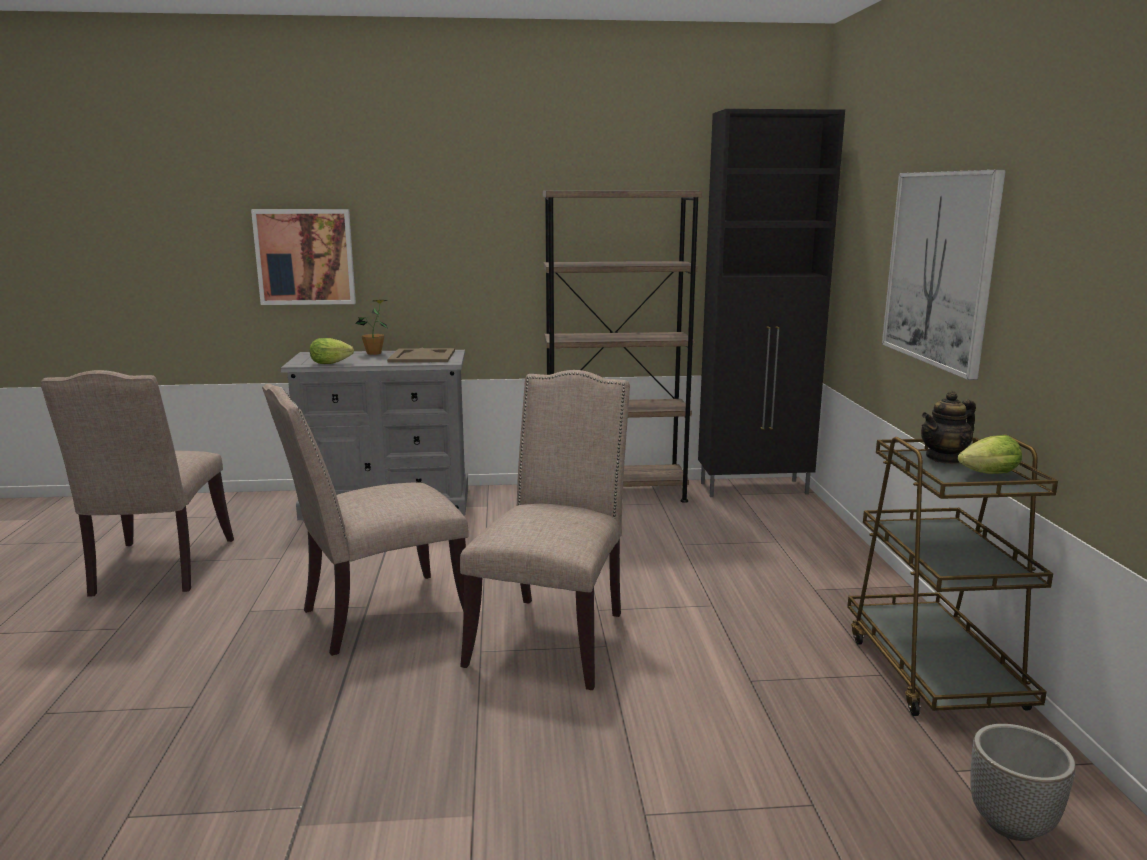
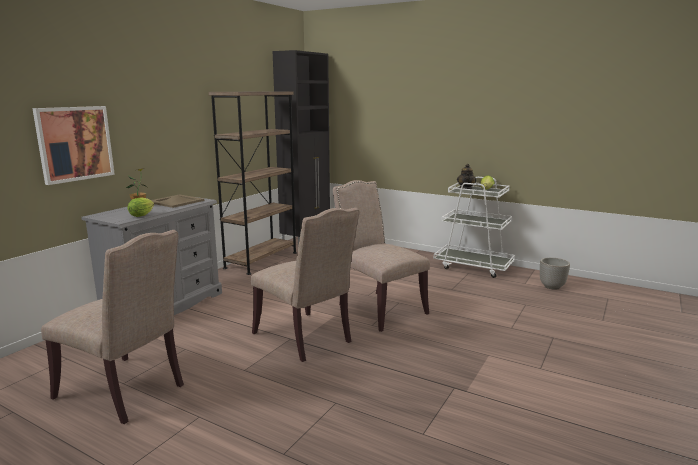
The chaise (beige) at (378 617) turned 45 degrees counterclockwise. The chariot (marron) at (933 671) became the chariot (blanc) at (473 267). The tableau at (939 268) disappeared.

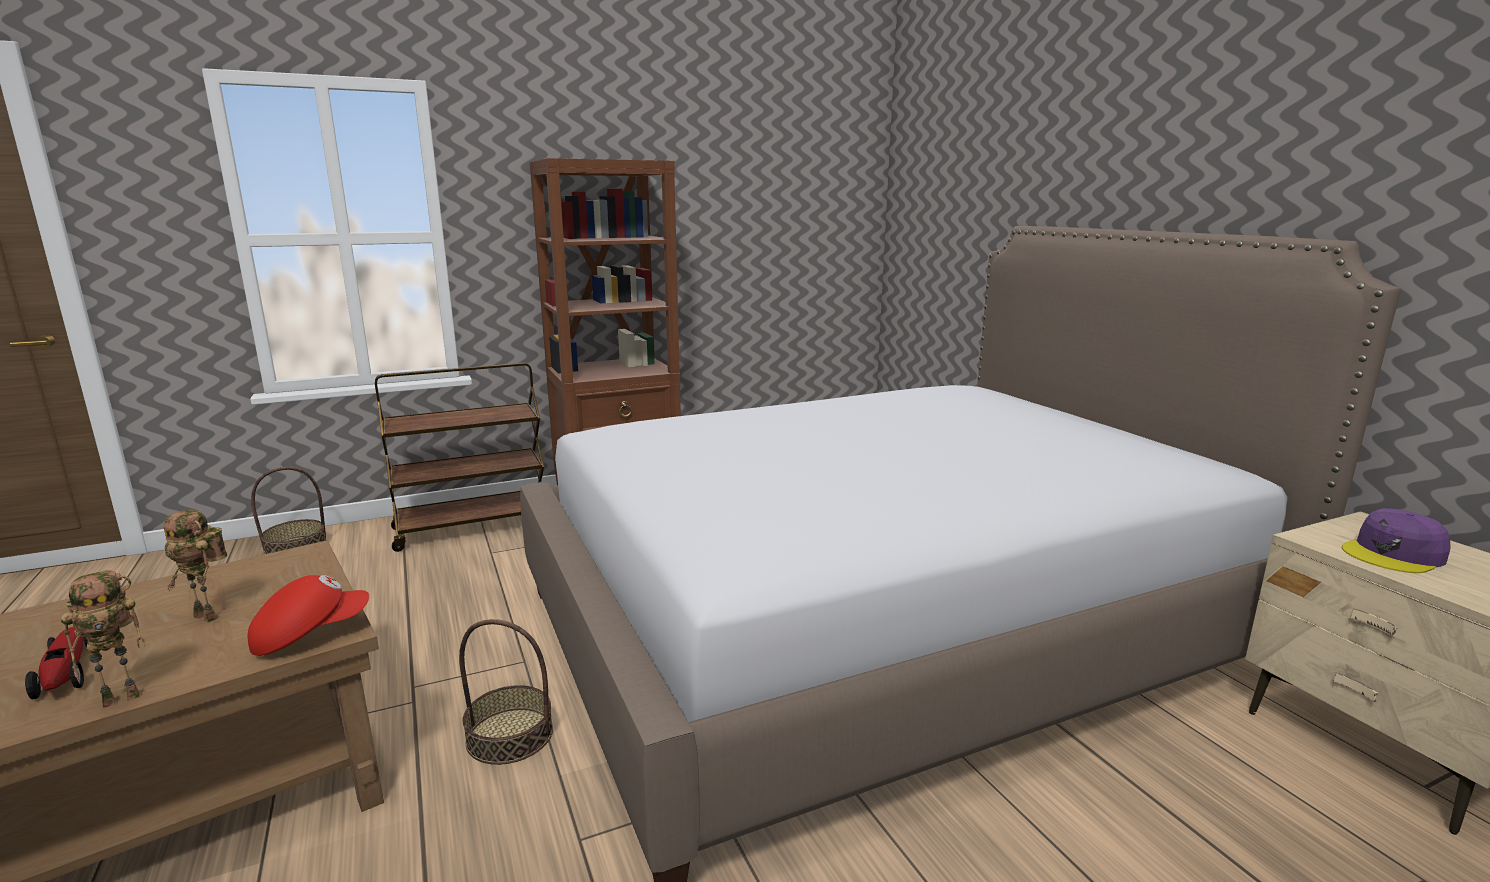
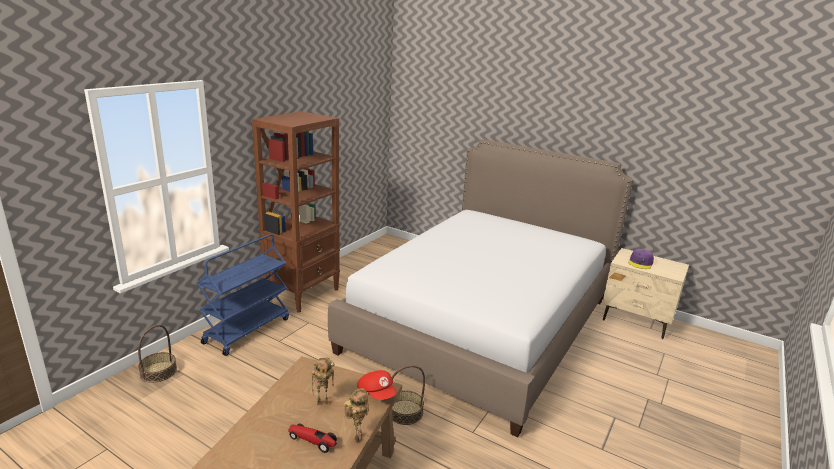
The chariot (marron) at (473 527) became the chariot (bleu) at (247 330). The casquette (rouge) at (310 634) turned 120 degrees clockwise.

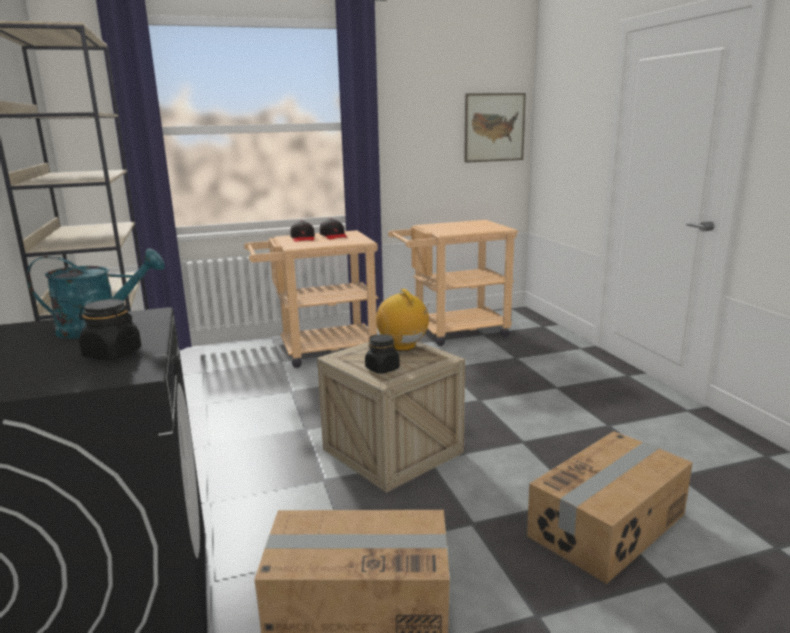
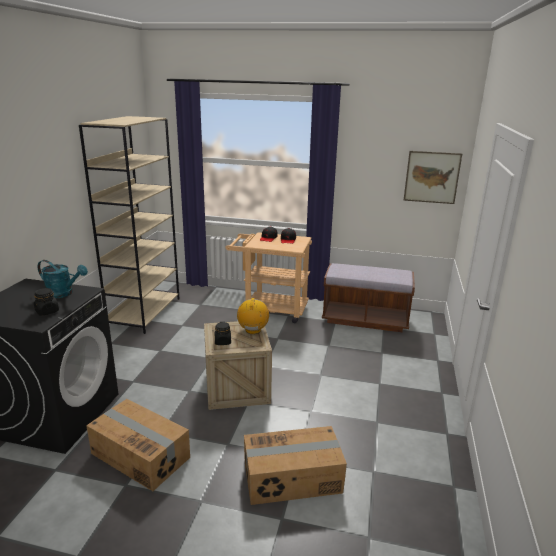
The chariot (beige) at (452 332) was replaced by the banc (marron) at (365 319).

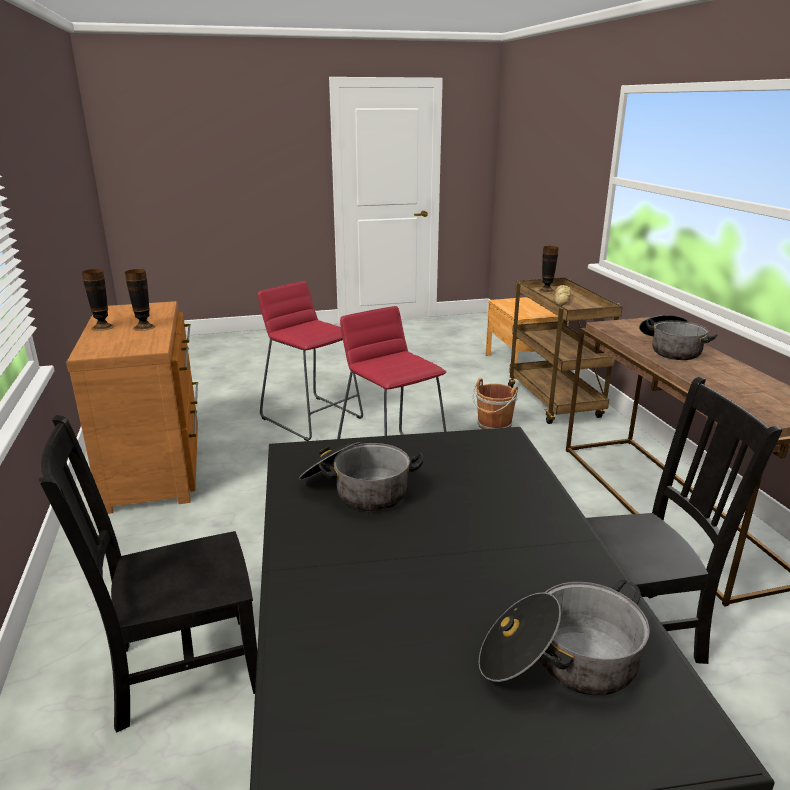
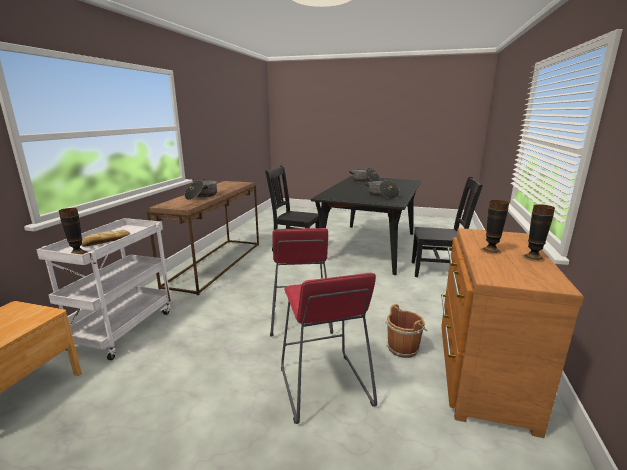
The chariot (marron) at (555 403) became the chariot (blanc) at (124 328). The seau (marron) moved from (493 425) to (404 347).

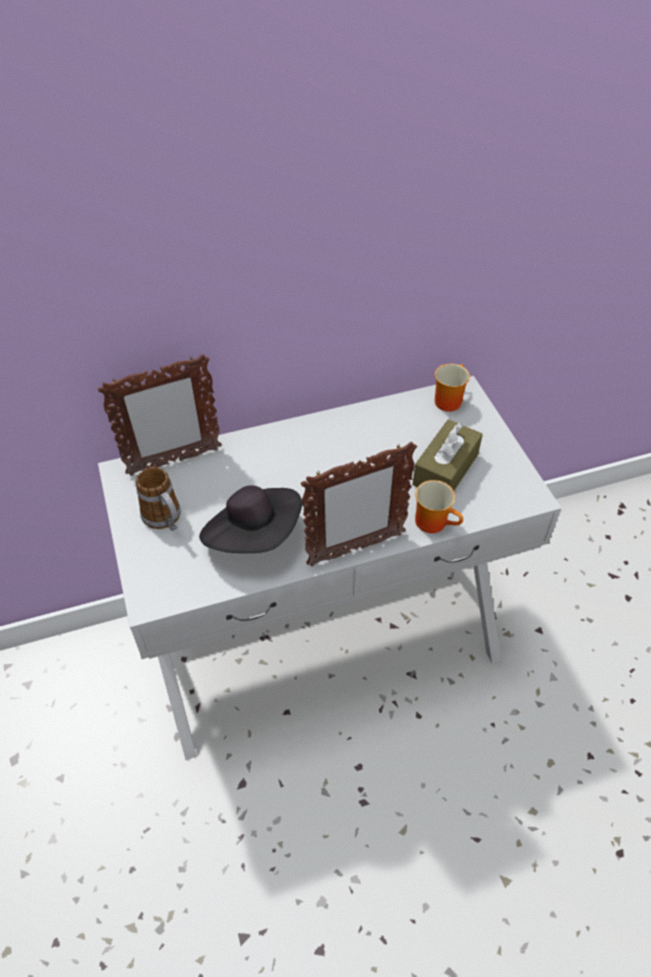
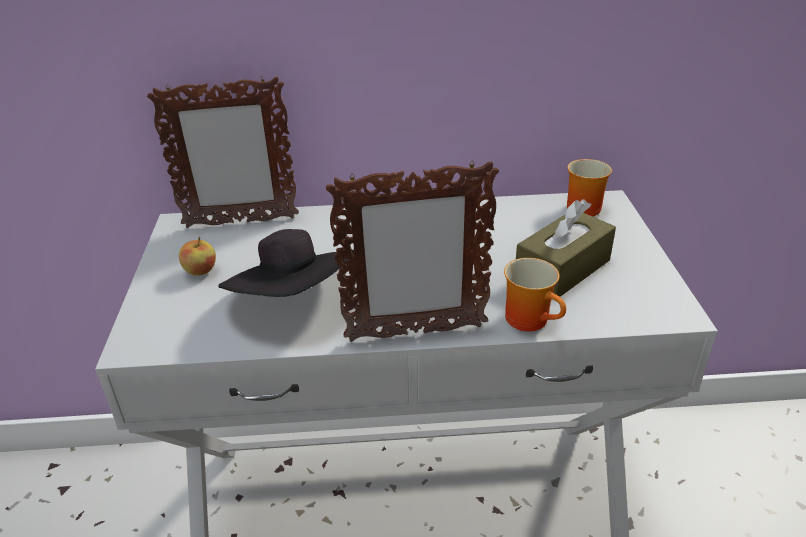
The mug at (165 520) was replaced by the pomme at (200 271).

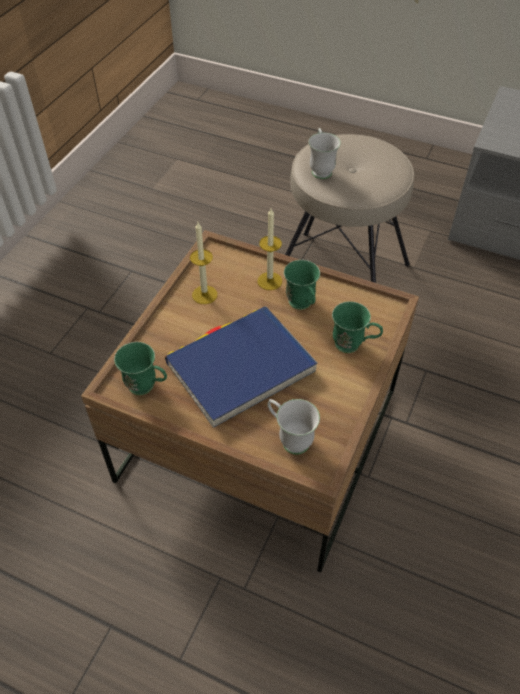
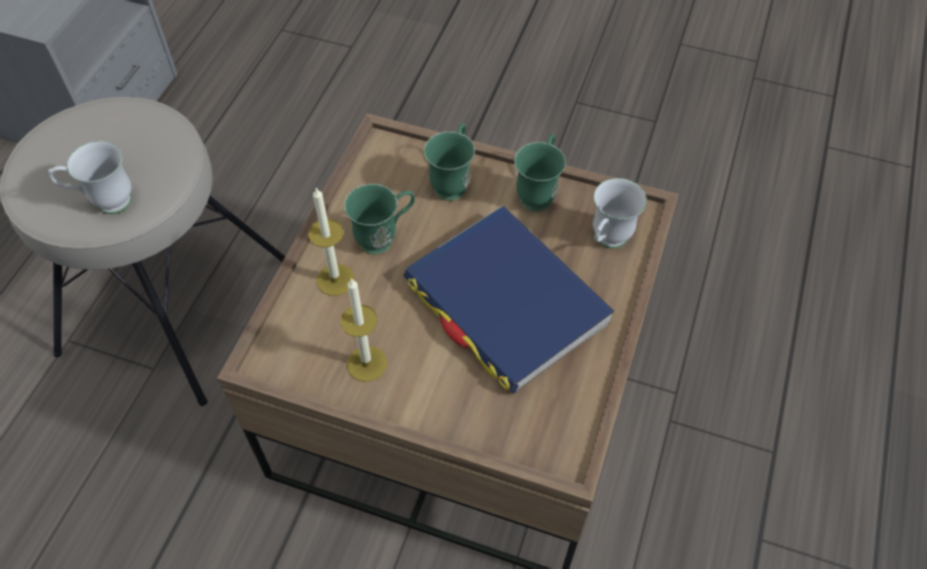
The mug (vert) moved from (147 387) to (538 192).

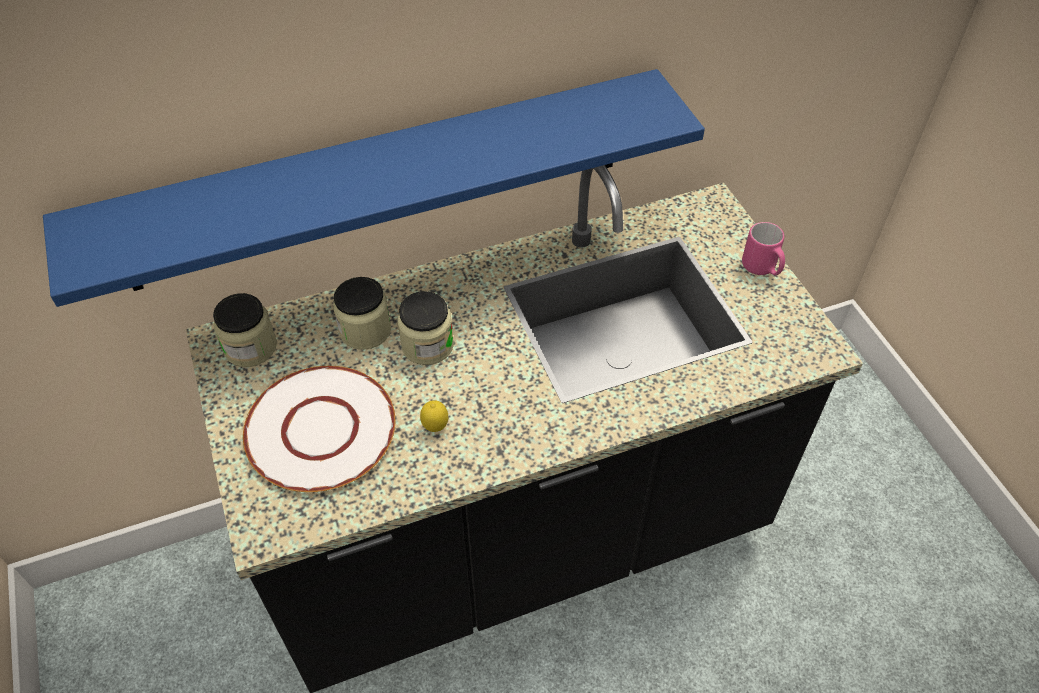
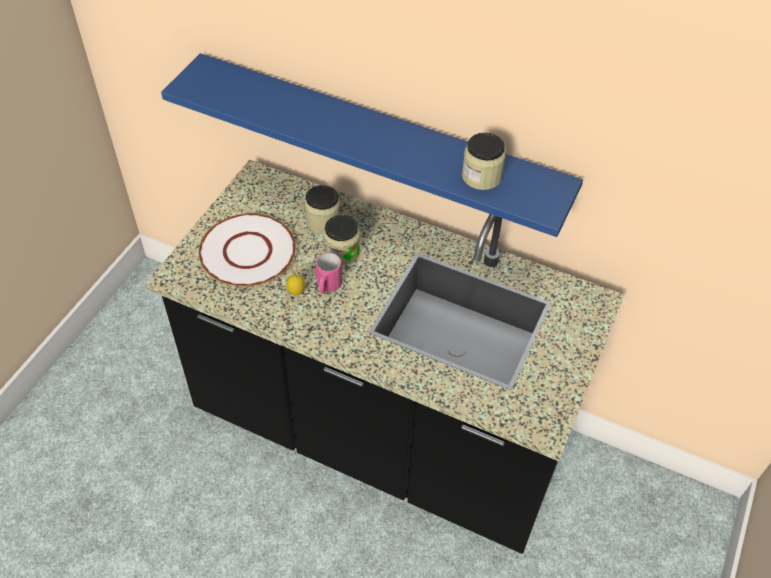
The mug (rose) moved from (762 269) to (327 287). The bocal moved from (250 347) to (481 176).

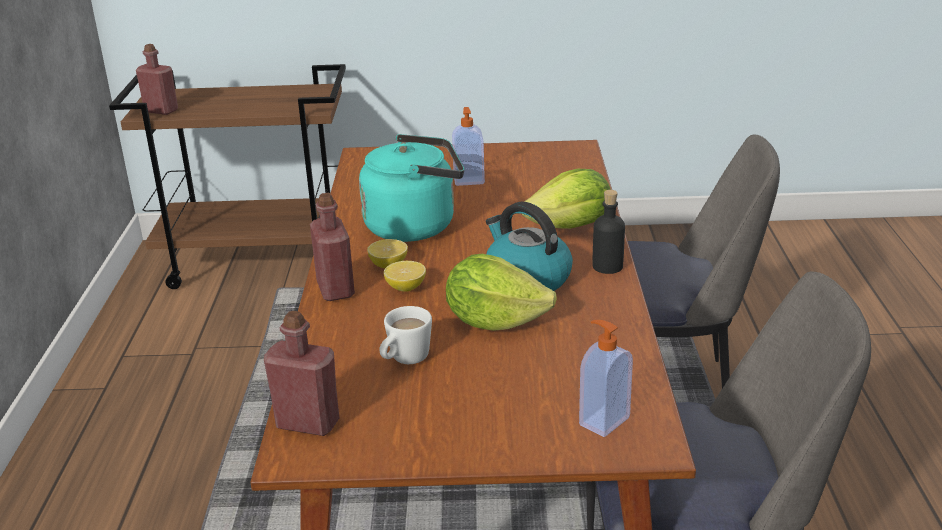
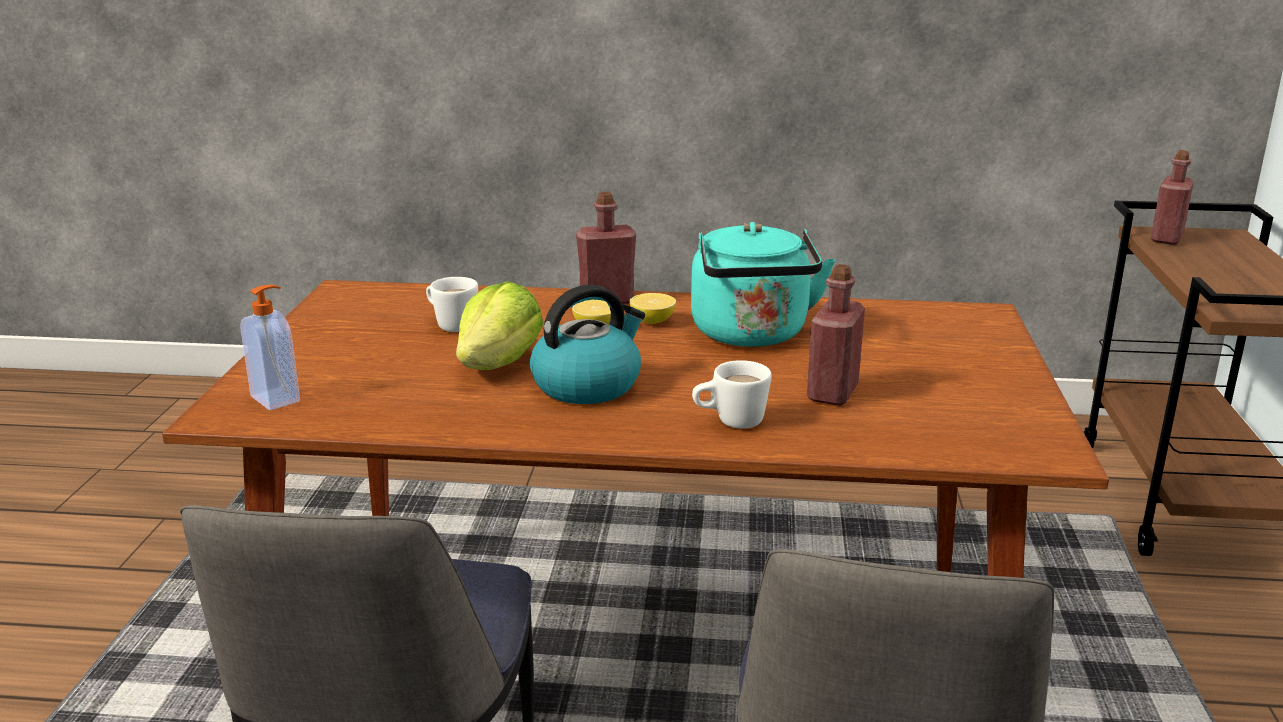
The laitue at (571 227) was replaced by the mug (blanc) at (730 422). The bouteille (rouge) moved from (308 423) to (832 393). The distributeur de savon at (469 180) disappeared. The bouteille (noir) at (607 266) disappeared.

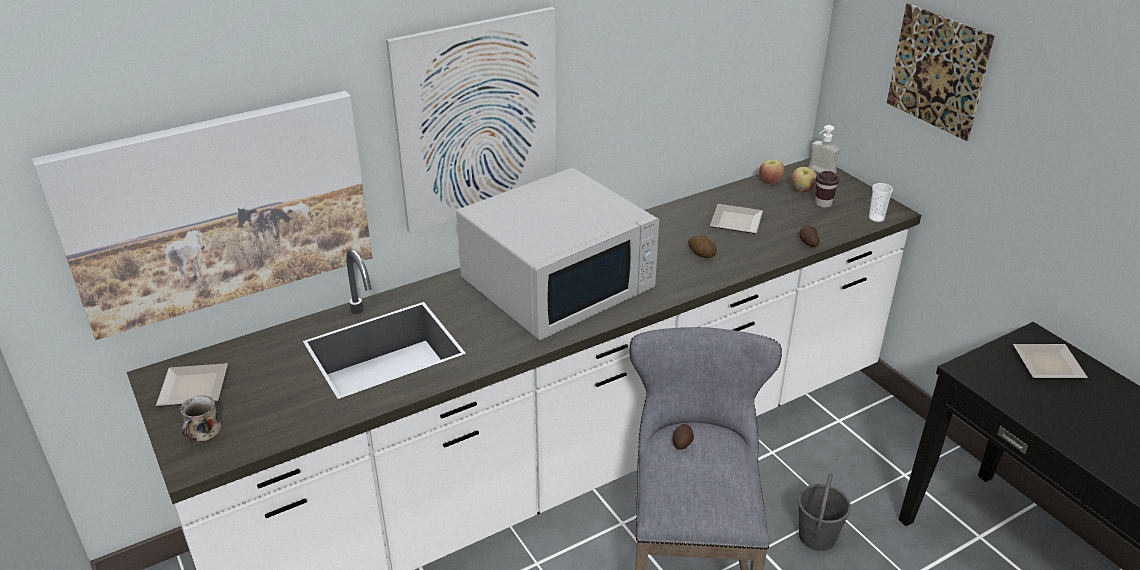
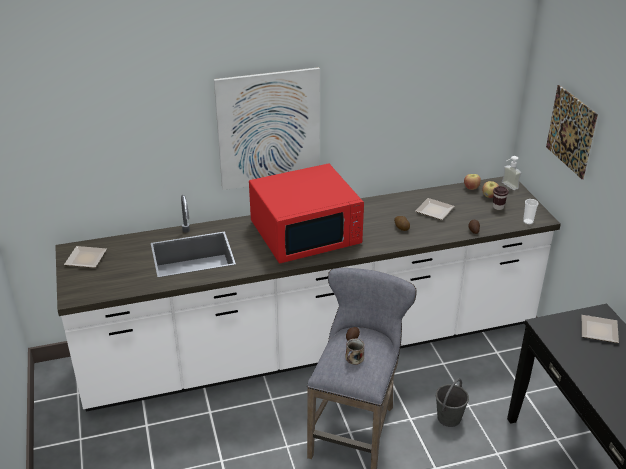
The micro-ondes (blanc) at (559 284) became the micro-ondes (rouge) at (306 233). The mug moved from (203 432) to (354 359). The tableau at (219 210) disappeared.

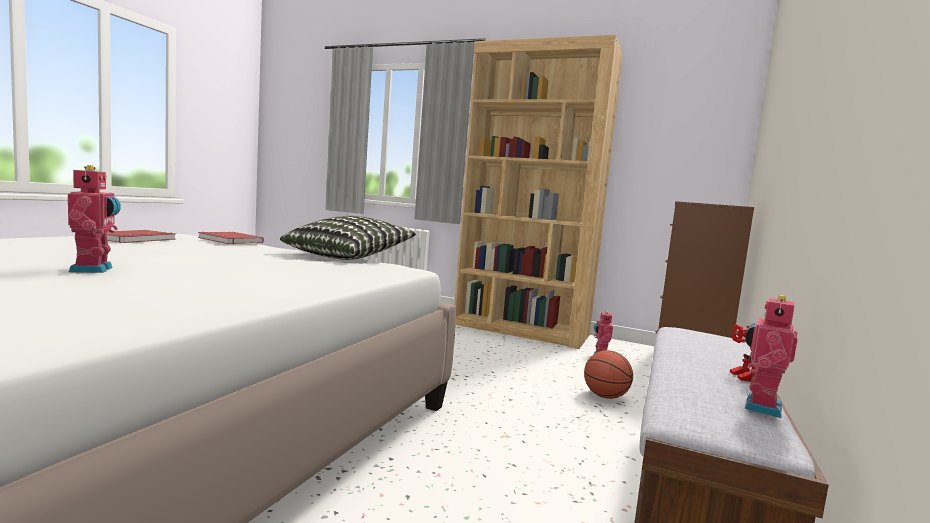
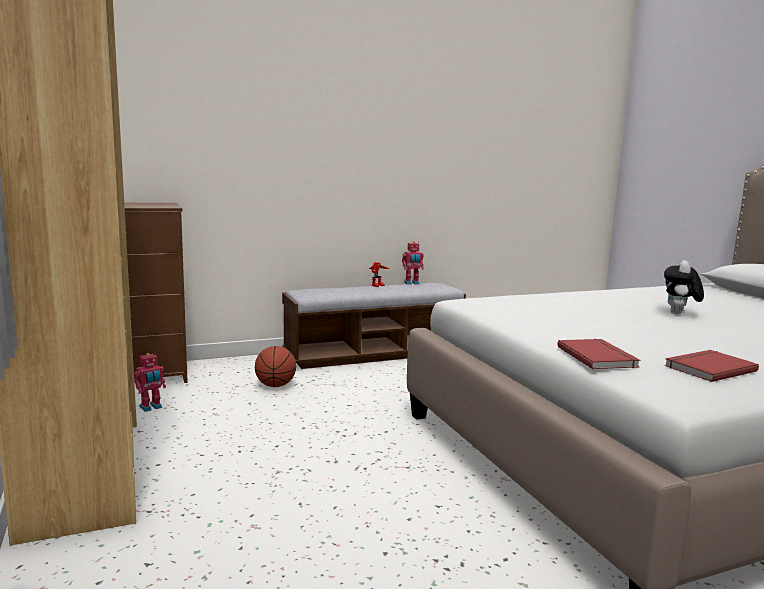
The robot jouet at (95 269) was replaced by the peluche at (679 314). The coussin at (349 257) disappeared.

